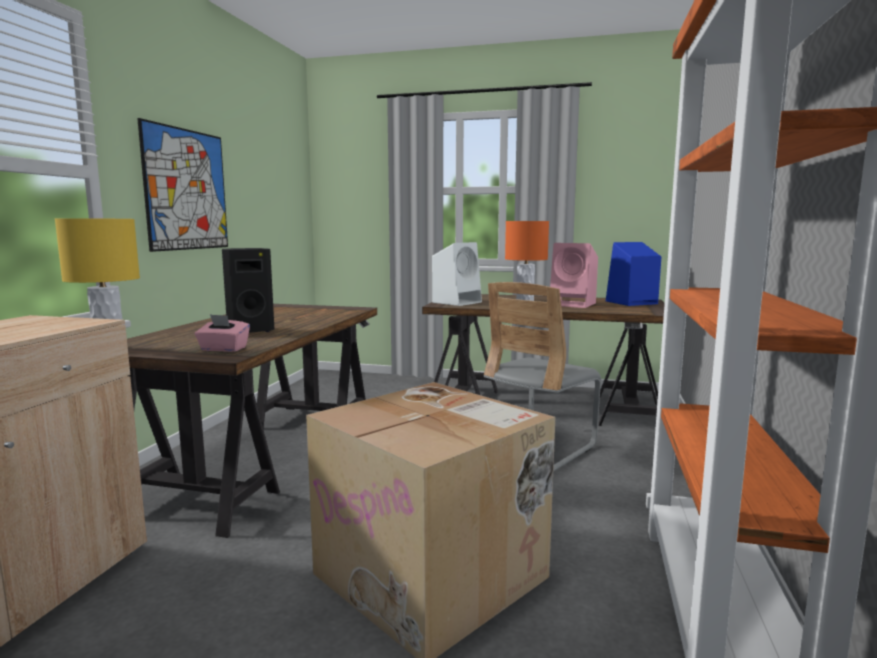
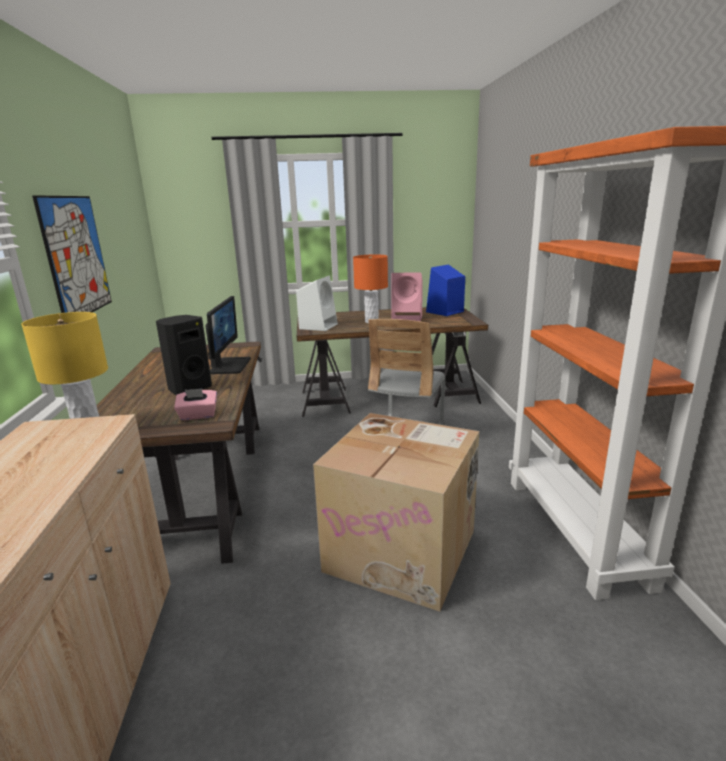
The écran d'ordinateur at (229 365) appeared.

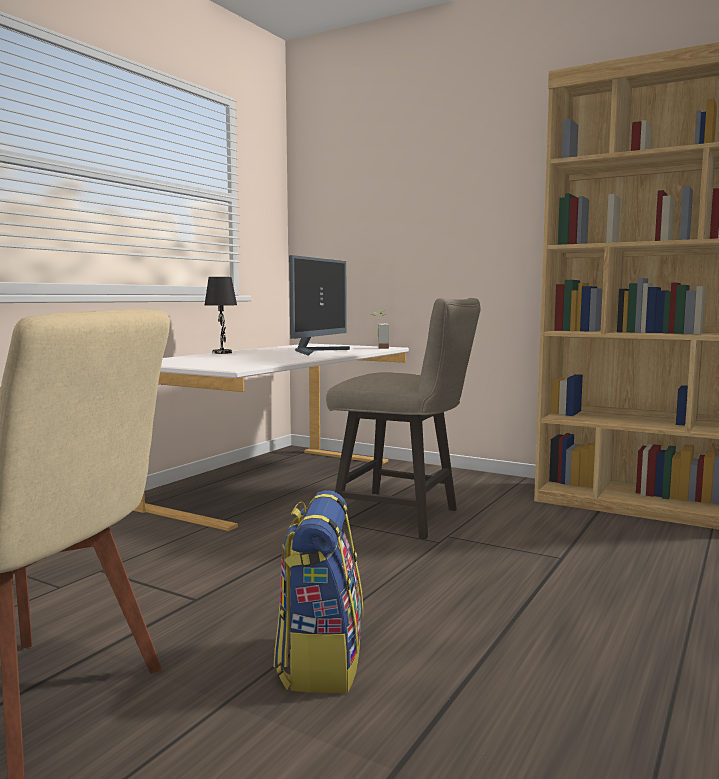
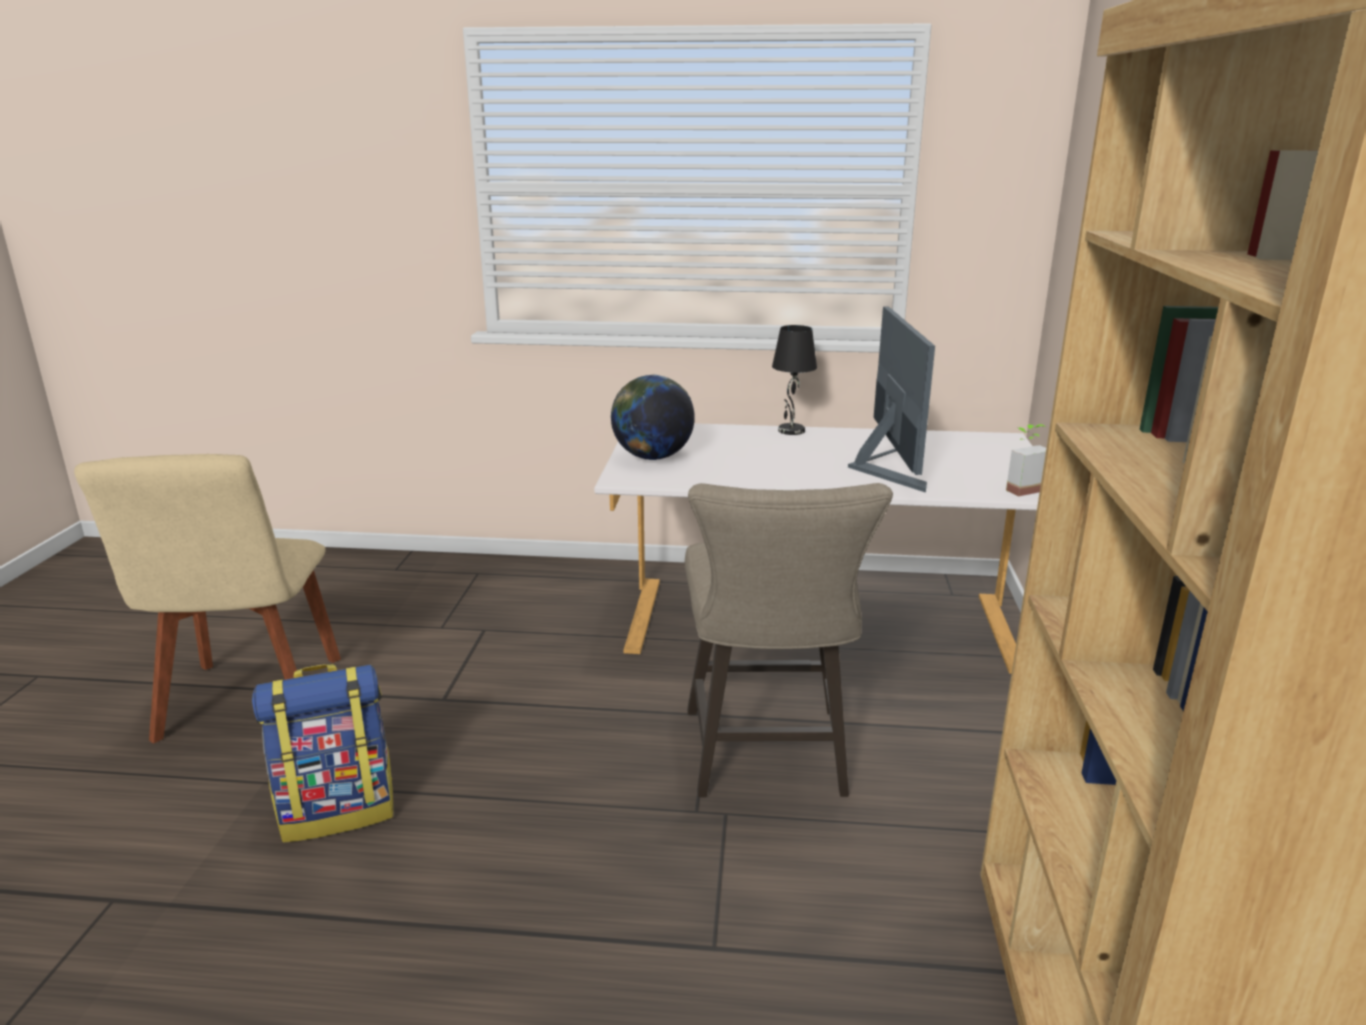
The globe at (653 457) appeared. The écran d'ordinateur at (316 351) turned 90 degrees counterclockwise.

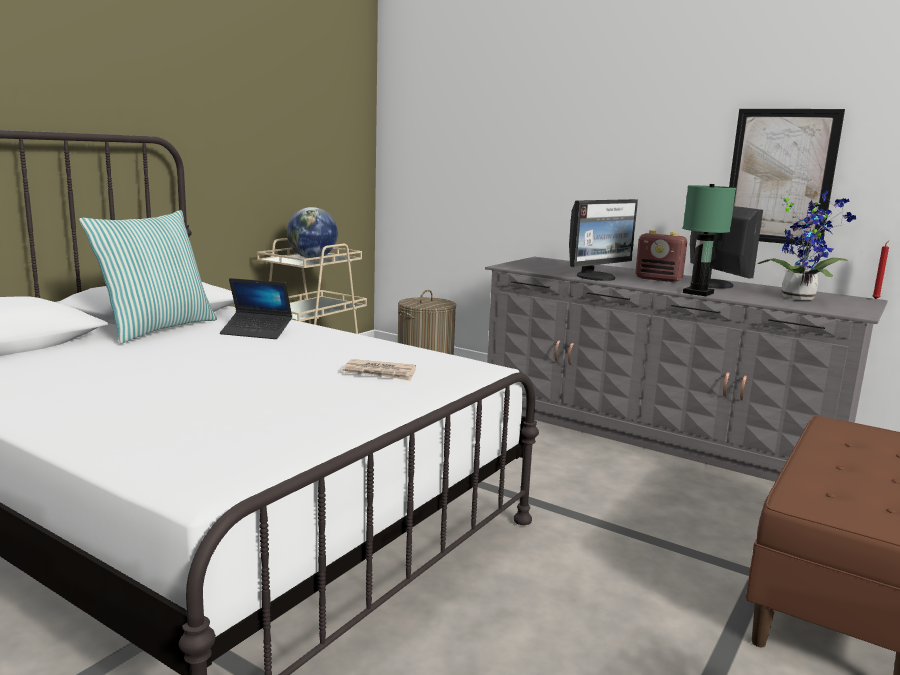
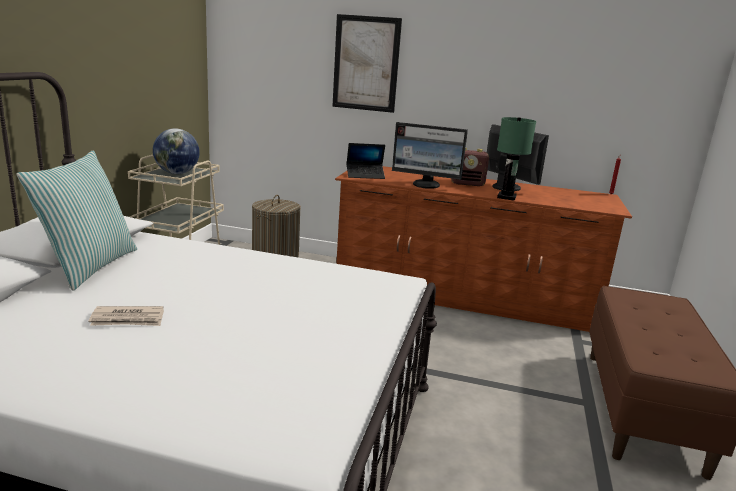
The journal moved from (380 373) to (128 319). The tableau moved from (780 177) to (366 64). The commode (gris) at (654 431) became the commode (marron) at (463 294). The ordinateur portable moved from (257 332) to (365 175). The écran d'ordinateur at (597 277) turned 75 degrees clockwise. The plante en pot at (800 298) disappeared.

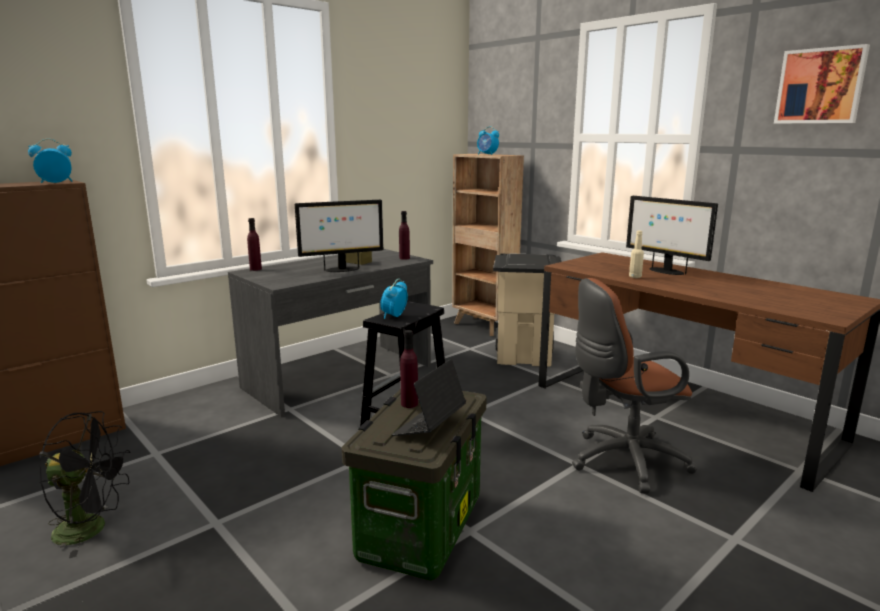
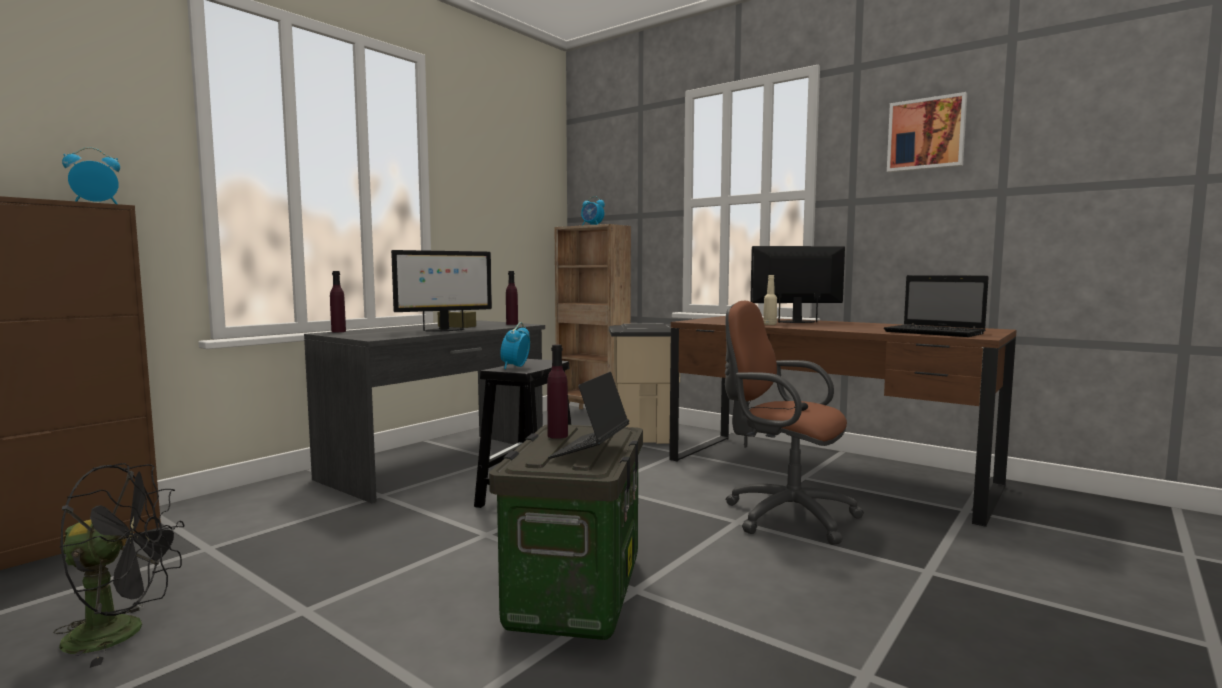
The chaise de bureau (marron) at (622 461) turned 60 degrees clockwise. The écran d'ordinateur at (665 271) turned 135 degrees clockwise. The ordinateur portable at (936 333) appeared.

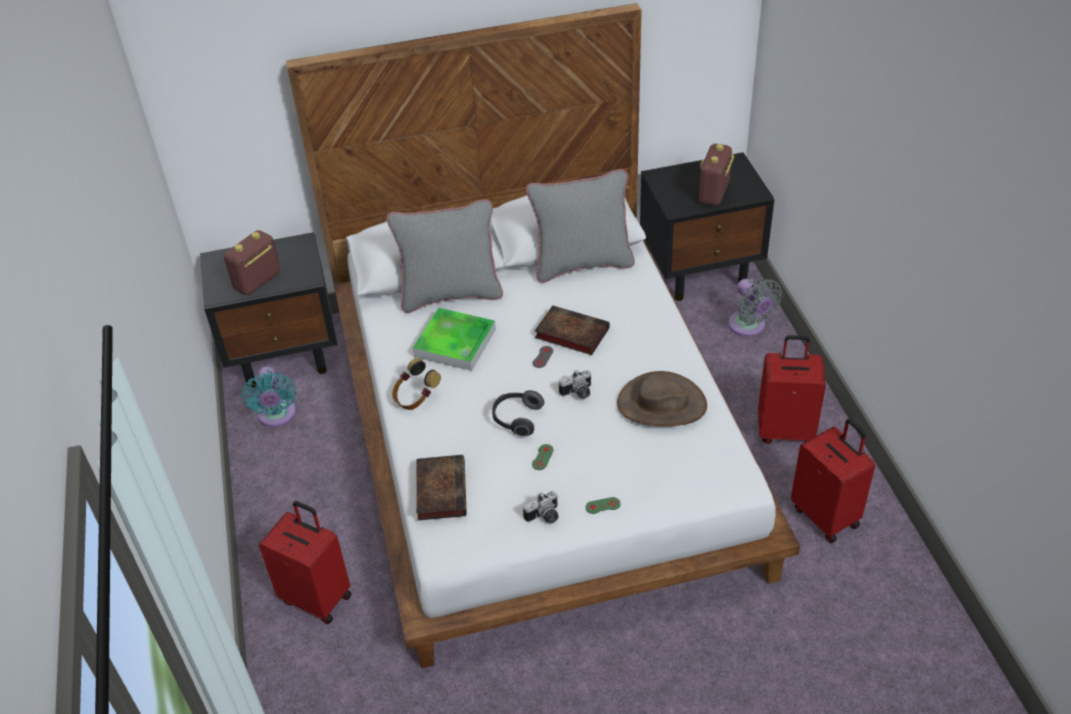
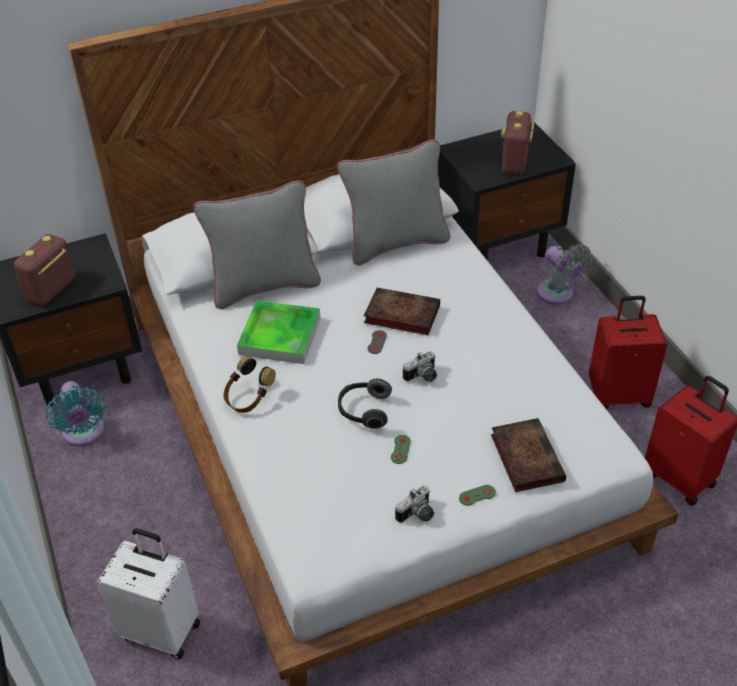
The valise (rouge) at (317 597) became the valise (blanc) at (162 630). The livre moved from (440 489) to (525 456). The chapeau (marron) at (661 404) disappeared.

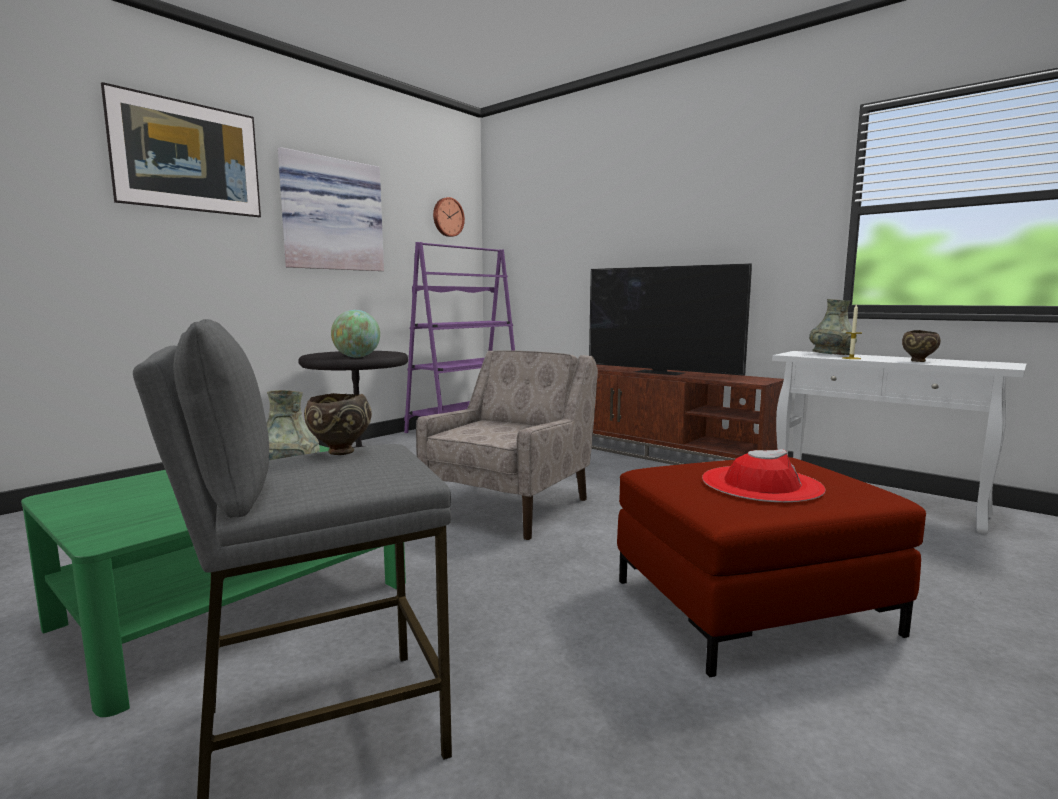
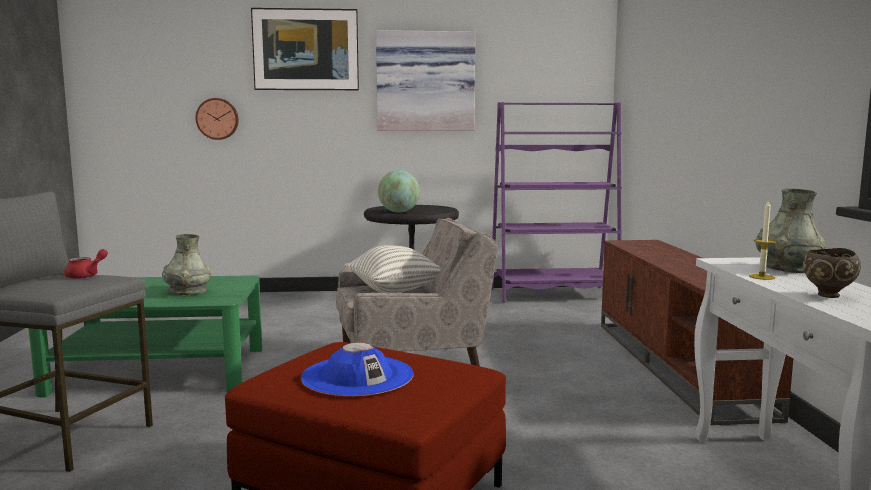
The bol (marron) at (339 452) was replaced by the théière (rouge) at (86 275). The horloge murale moved from (447 217) to (217 119). The chapeau (rouge) at (761 484) became the chapeau (bleu) at (357 376). The coussin at (395 290) appeared. The téléviseur at (660 372) disappeared.

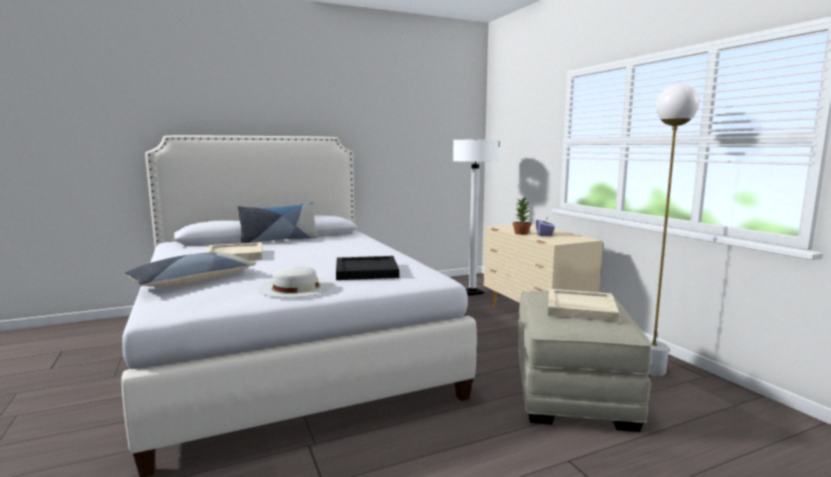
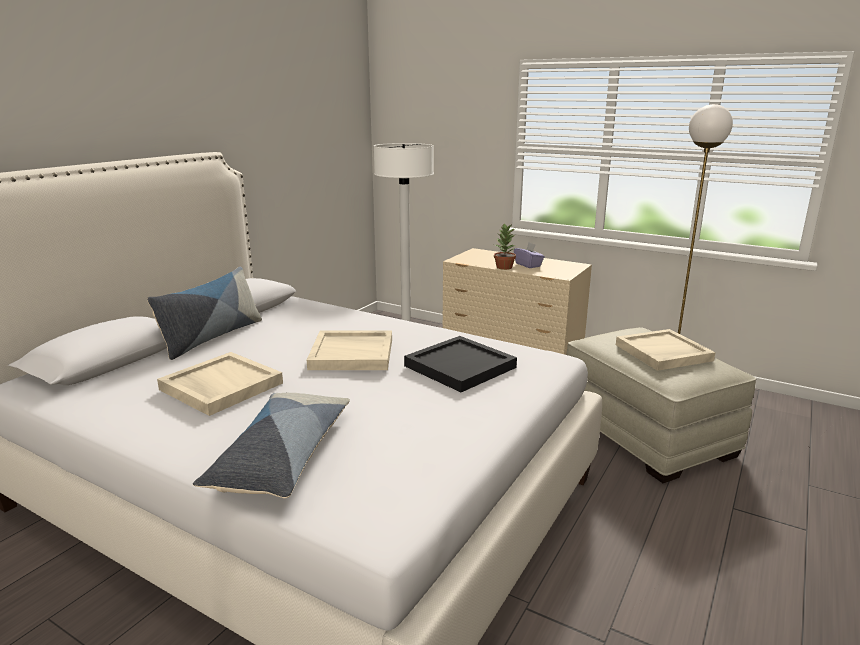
The plateau (beige) at (353 353) appeared. The chapeau (blanc) at (296 287) disappeared.

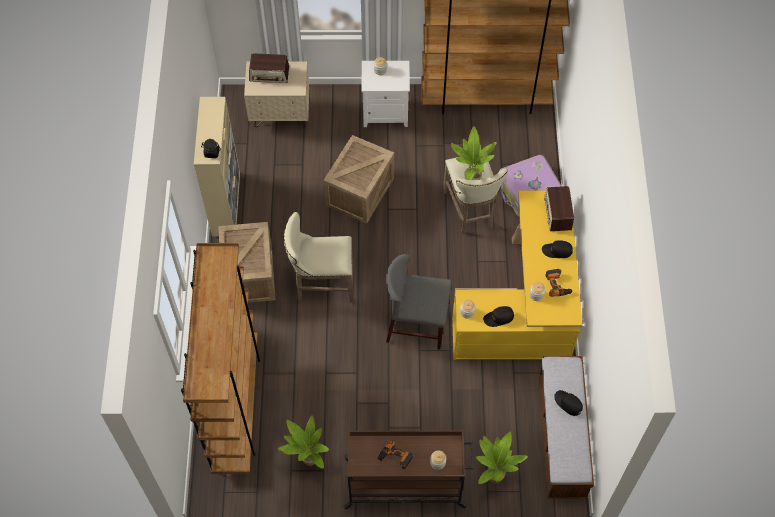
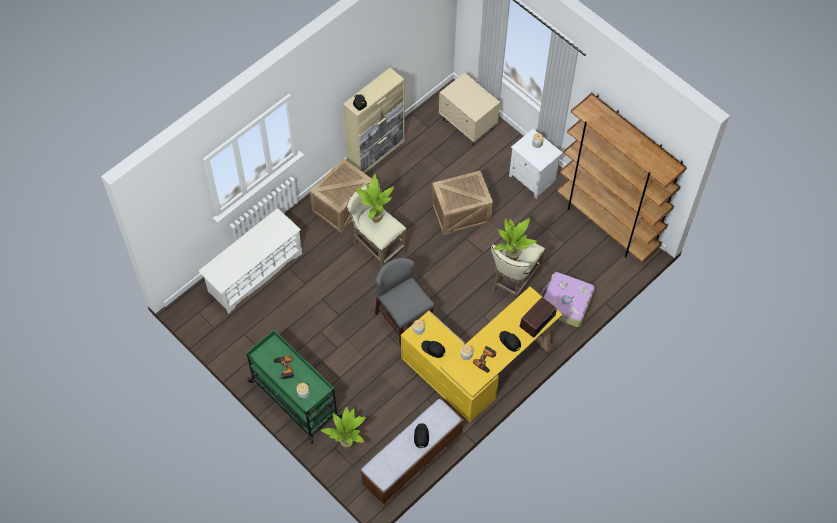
The bibliothèque (marron) at (236 406) was replaced by the étagère à chaussures (blanc) at (254 272). The chariot (marron) at (406 483) became the chariot (vert) at (296 400). The plante en pot moved from (308 461) to (374 218). The radio at (269 74) disappeared.

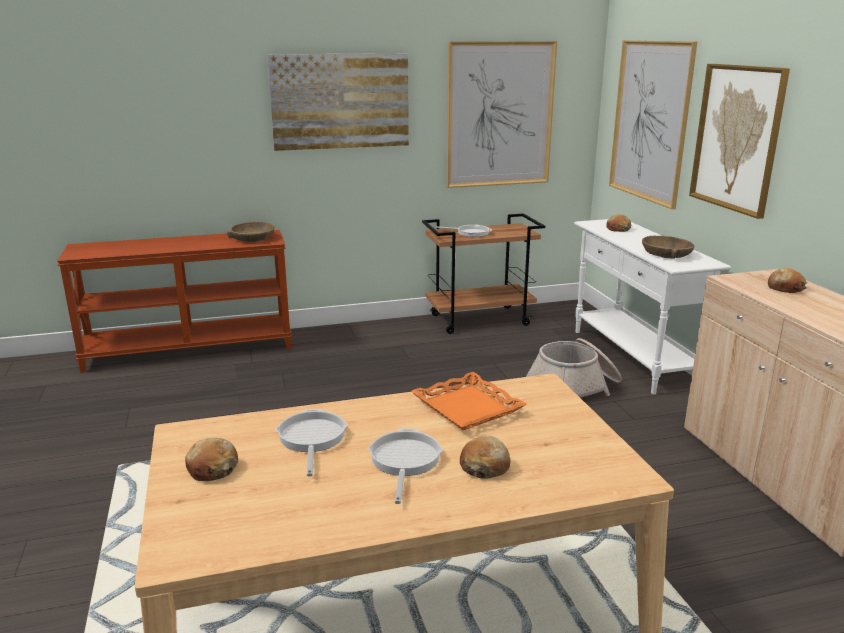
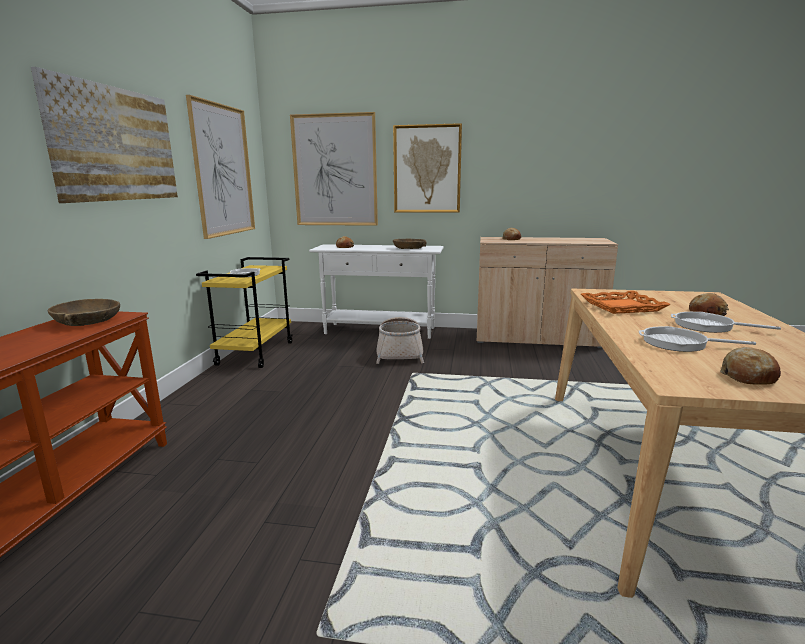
The chariot (marron) at (480 320) became the chariot (jaune) at (255 353).

